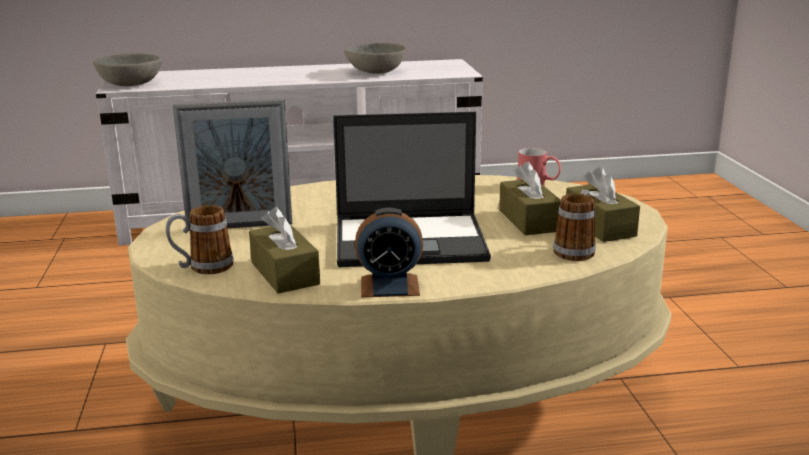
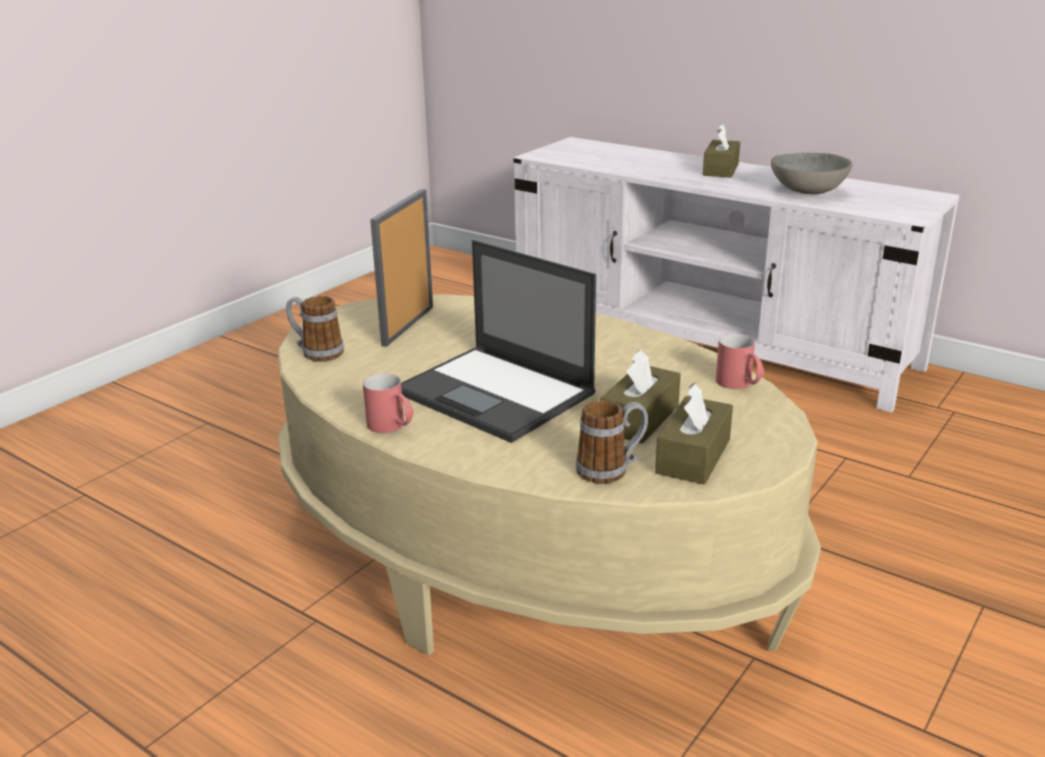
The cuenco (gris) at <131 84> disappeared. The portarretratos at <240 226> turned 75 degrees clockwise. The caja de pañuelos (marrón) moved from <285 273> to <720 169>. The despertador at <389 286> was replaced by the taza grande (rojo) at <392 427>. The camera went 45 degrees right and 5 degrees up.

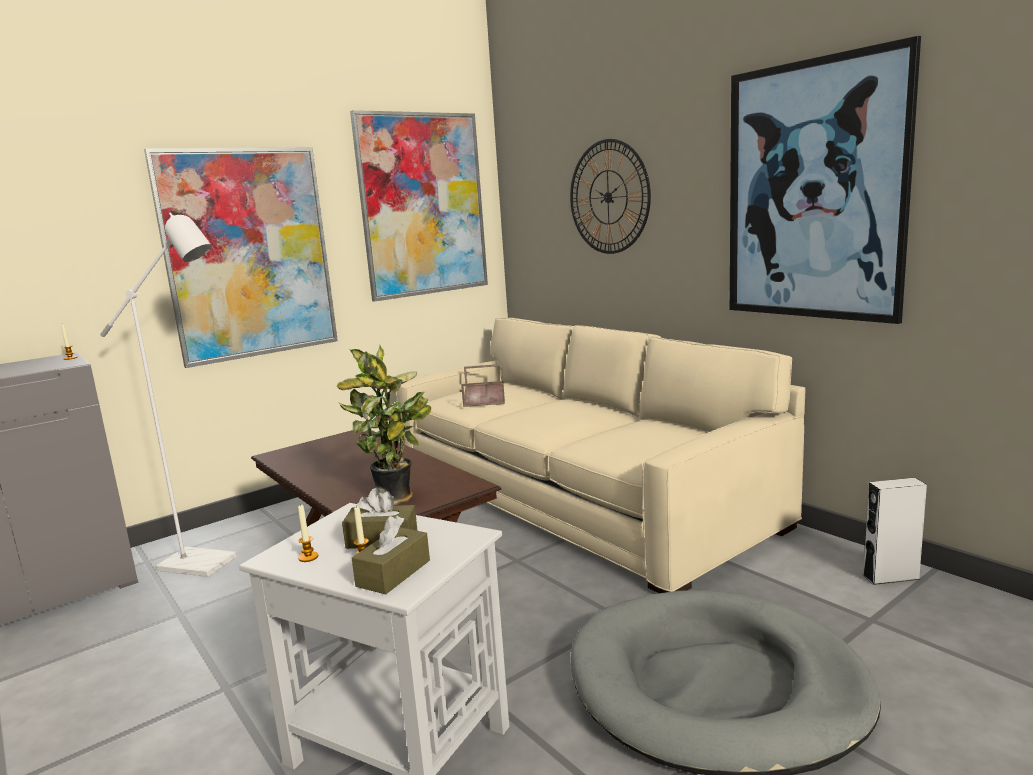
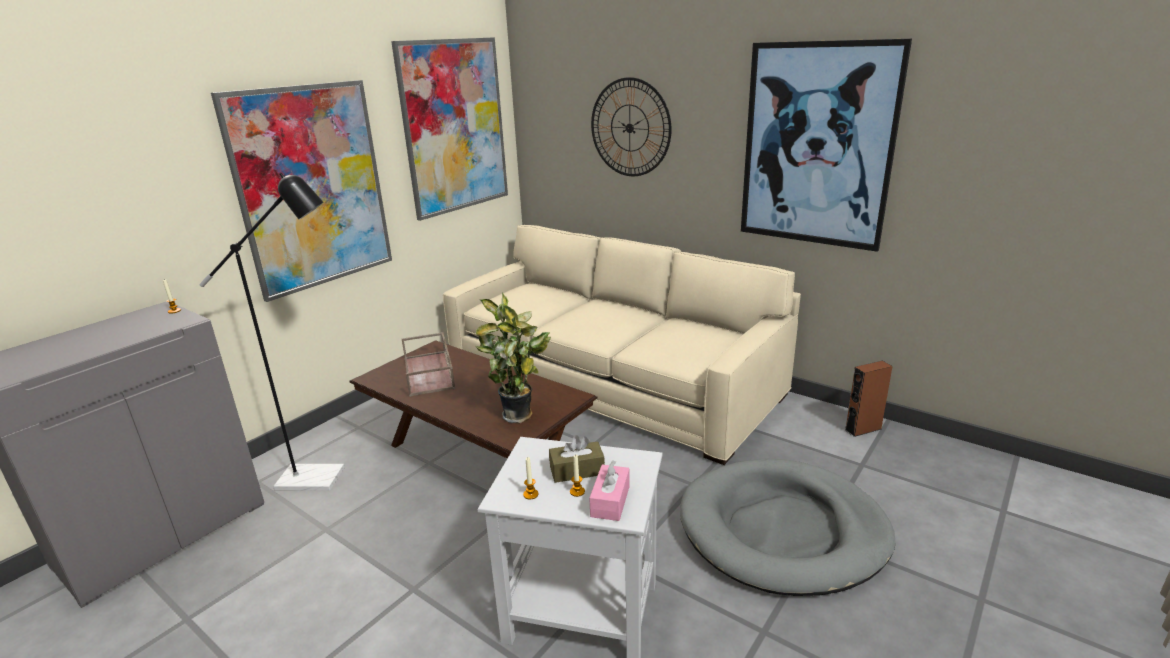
The lámpara de pie (blanco) at <208 564> became the lámpara de pie (negro) at <322 478>. The caja de pañuelos (marrón) at <393 573> became the caja de pañuelos (rosa) at <610 501>. The bandeja (marrón) moved from <485 395> to <430 373>. The altavoz (gris) at <891 577> became the altavoz (marrón) at <863 429>. The camera went 15 degrees left and 10 degrees up.

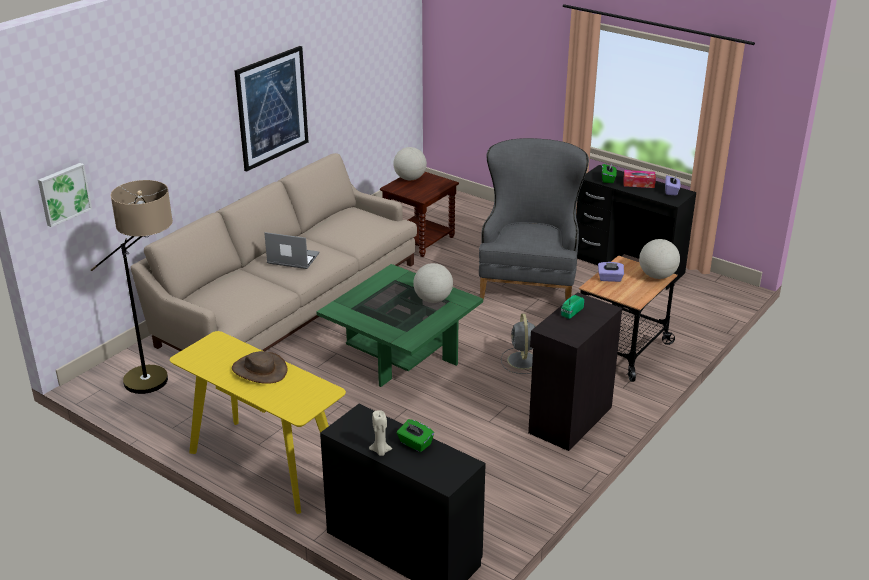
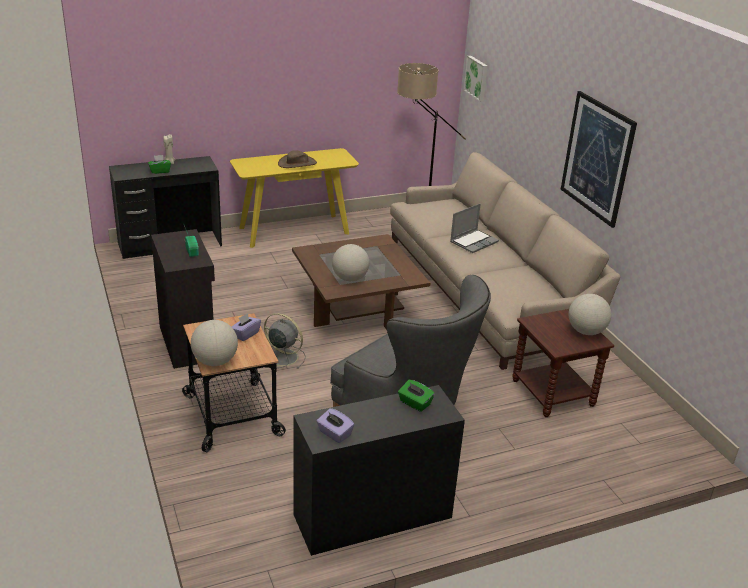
The mesa de centro (verde) at <401 353> became the mesa de centro (marrón) at <357 310>. The caja de pañuelos at <638 183> disappeared. The camera went 120 degrees right and 0 degrees up.

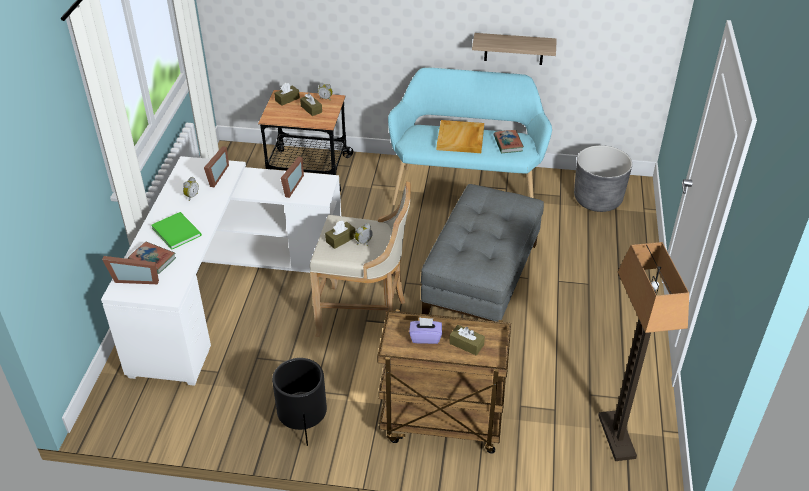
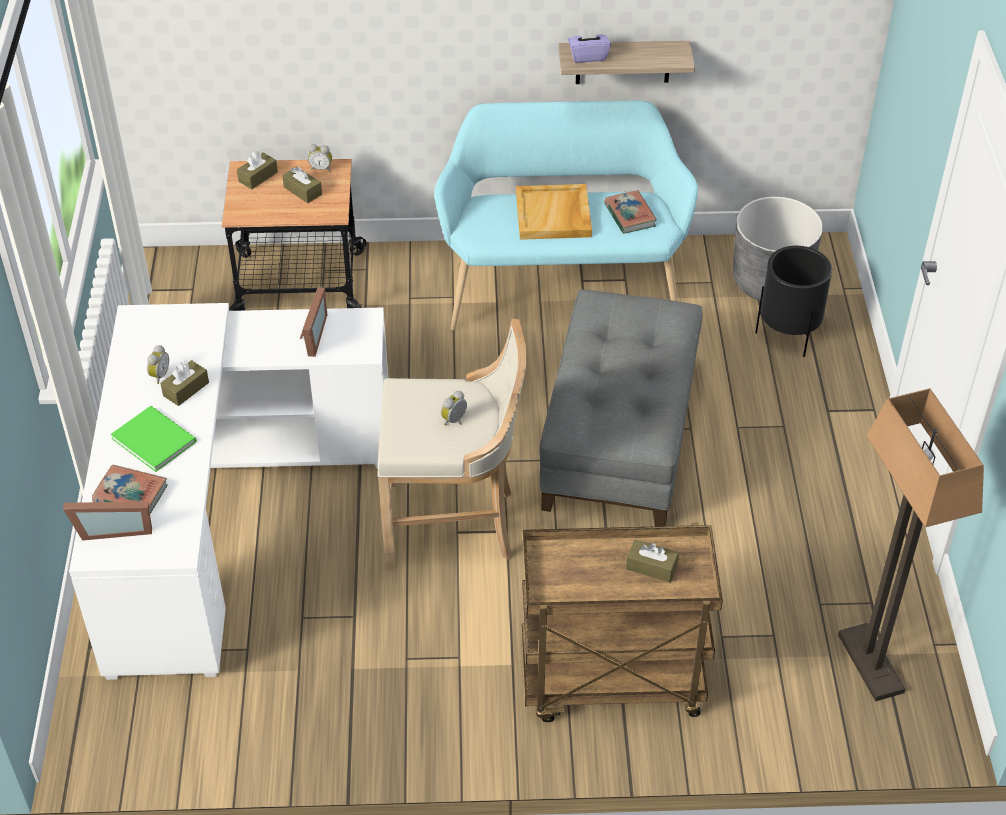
The portarretratos at <215 176> disappeared. The maceta (negro) moved from <303 424> to <788 335>. The caja de pañuelos (marrón) moved from <340 239> to <186 389>. The caja de pañuelos (morado) moved from <425 337> to <588 56>. The camera went 10 degrees left and 5 degrees up.

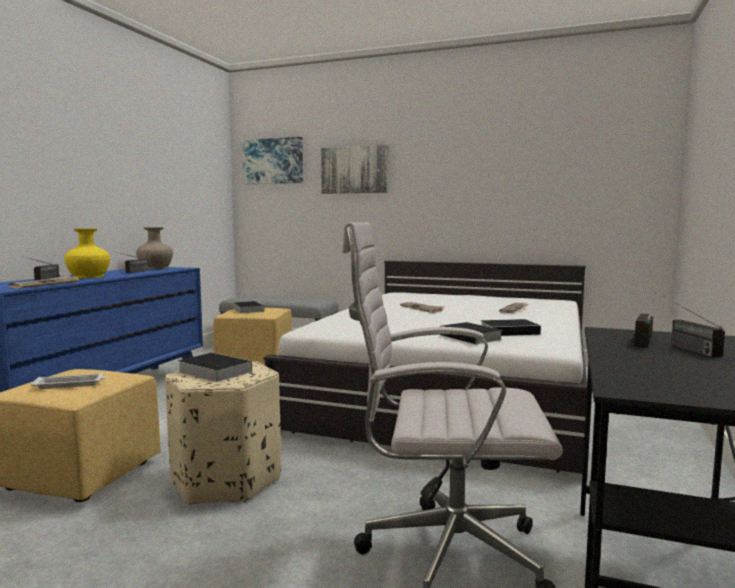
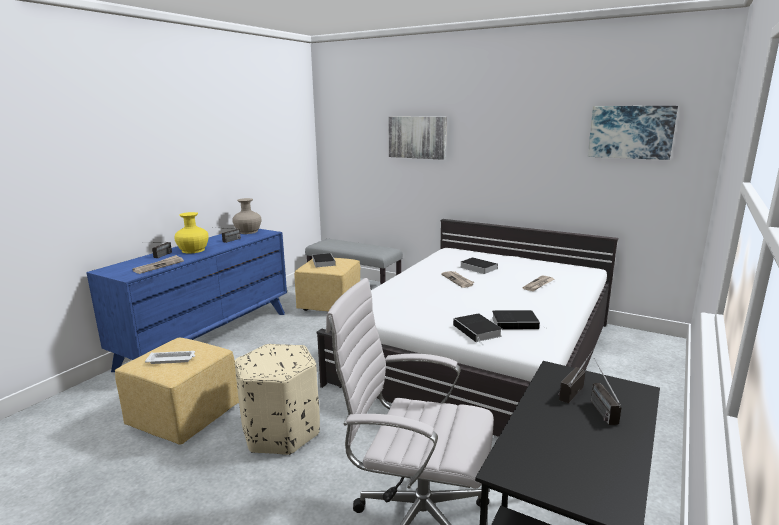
The libro moved from <212 371> to <477 268>. The cuadro moved from <273 161> to <631 132>. The camera went 10 degrees right and 10 degrees up.

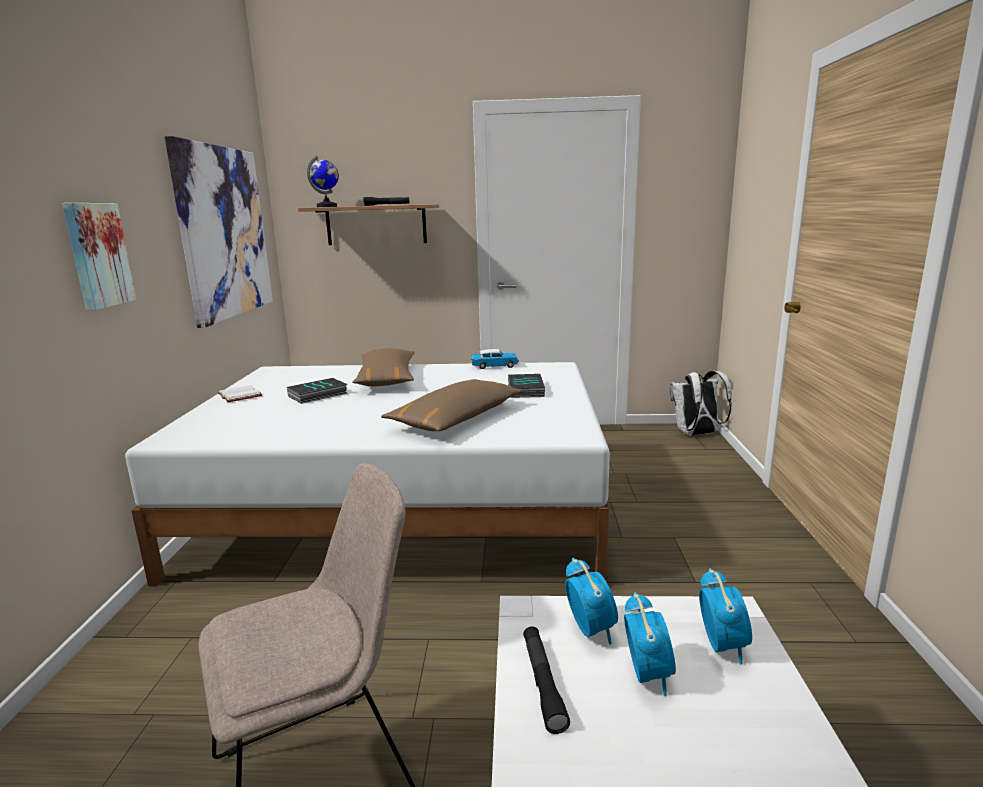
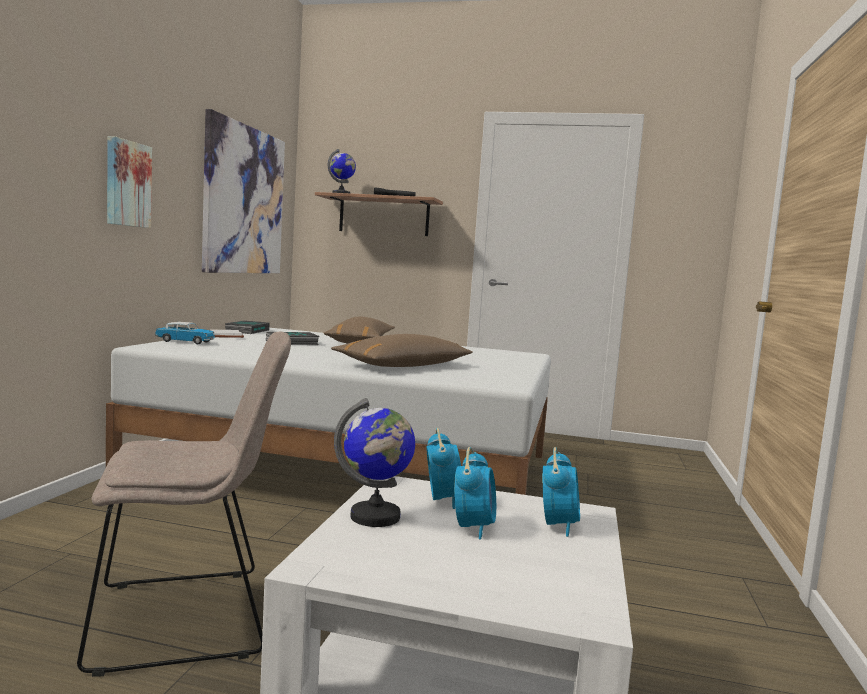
The coche de juguete moved from <495 366> to <185 342>. The libro moved from <524 390> to <246 331>. The linterna (negro) at <543 683> was replaced by the globo terráqueo at <375 517>. The mochila (blanco) at <696 434> disappeared. The camera went 10 degrees right and 10 degrees down.

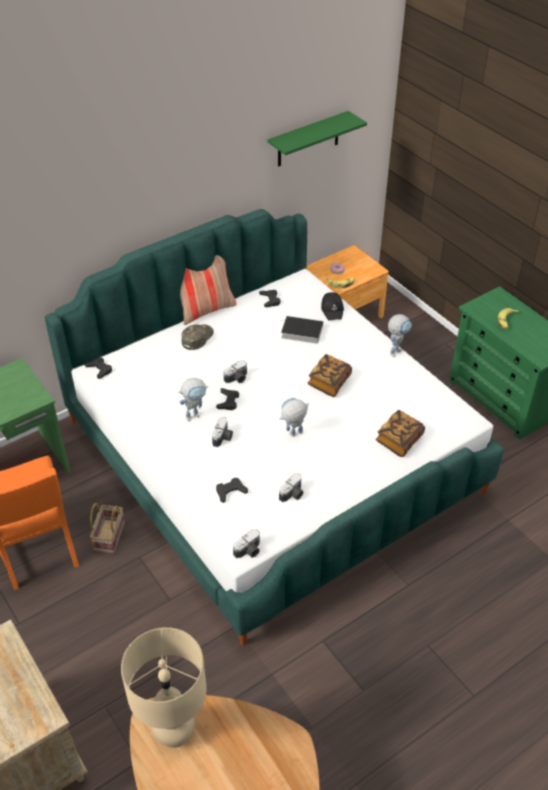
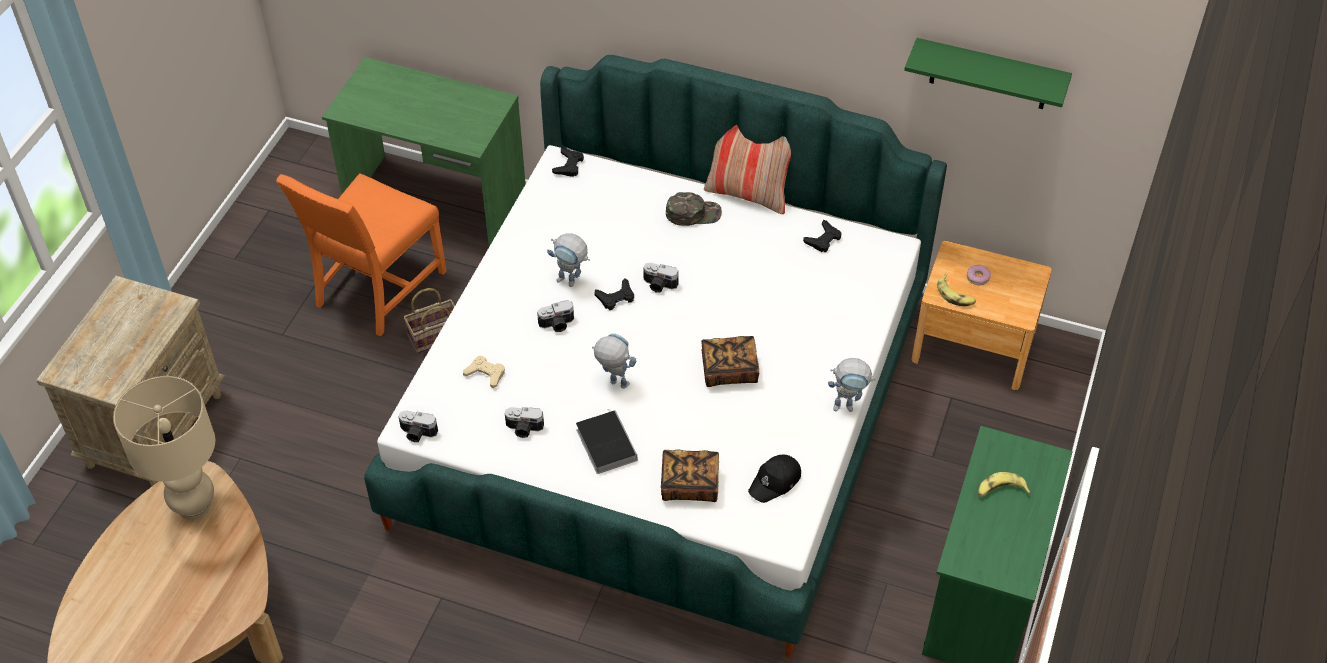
The mando de consola (negro) at <230 491> became the mando de consola (beis) at <485 374>. The libro moved from <300 332> to <605 443>. The gorra (negro) moved from <332 309> to <775 482>. The camera went 55 degrees right and 5 degrees up.

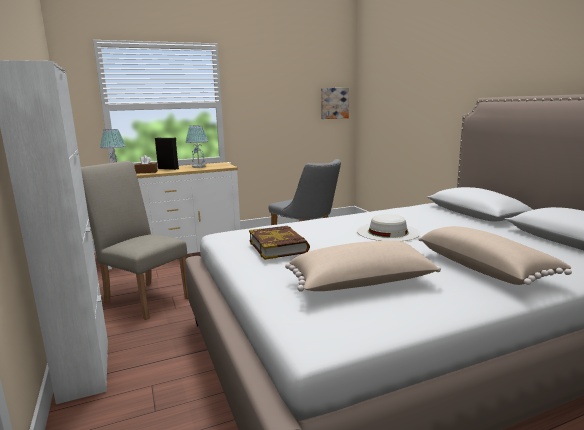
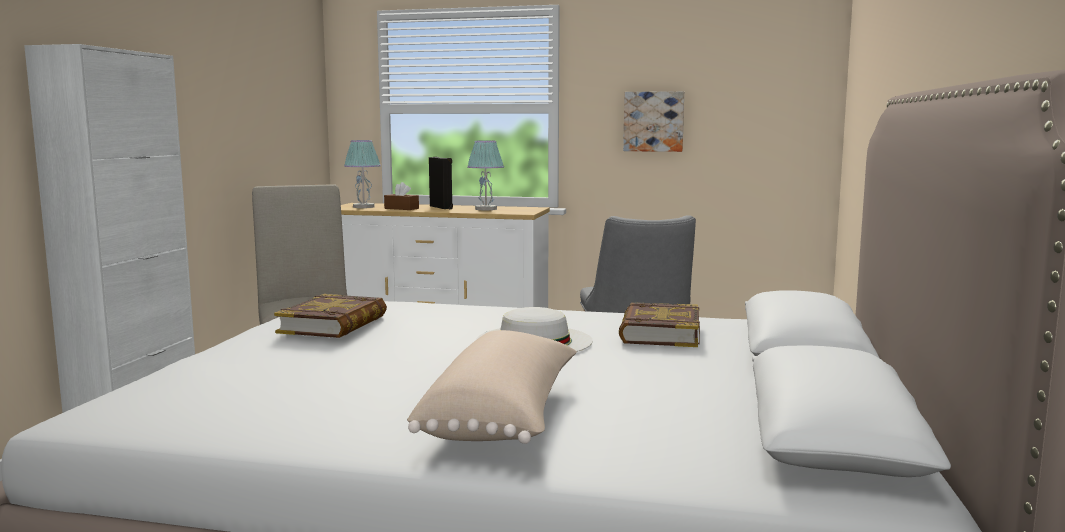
The cojín (beis) at <362 285> disappeared. The cuadro moved from <334 103> to <653 121>. The libro at <659 333> appeared. The camera went 35 degrees right and 5 degrees down.

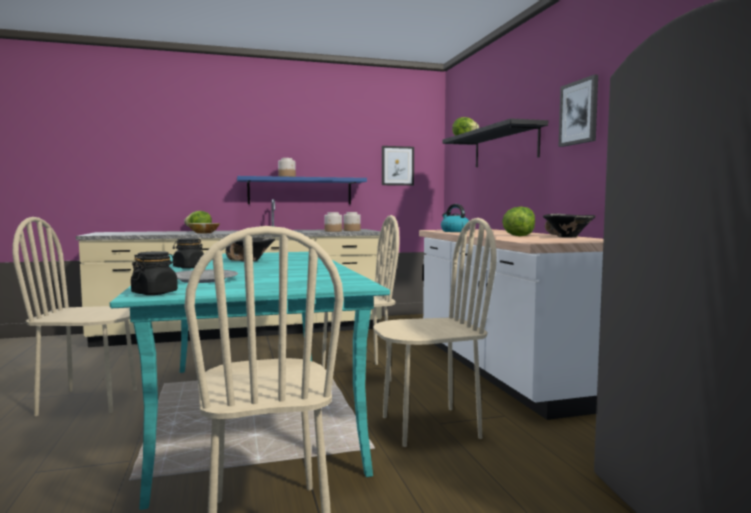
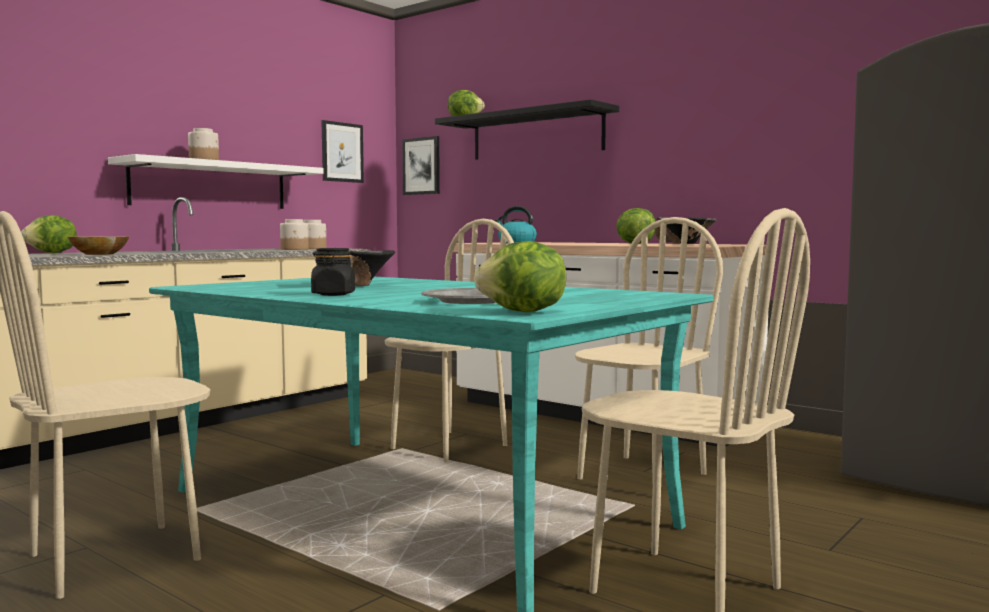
The tarro (negro) at <155 293> was replaced by the lechuga at <523 312>. The estante (azul) at <300 191> became the estante (blanco) at <210 185>. The cuadro moved from <579 112> to <422 166>. The camera went 35 degrees left and 0 degrees up.

